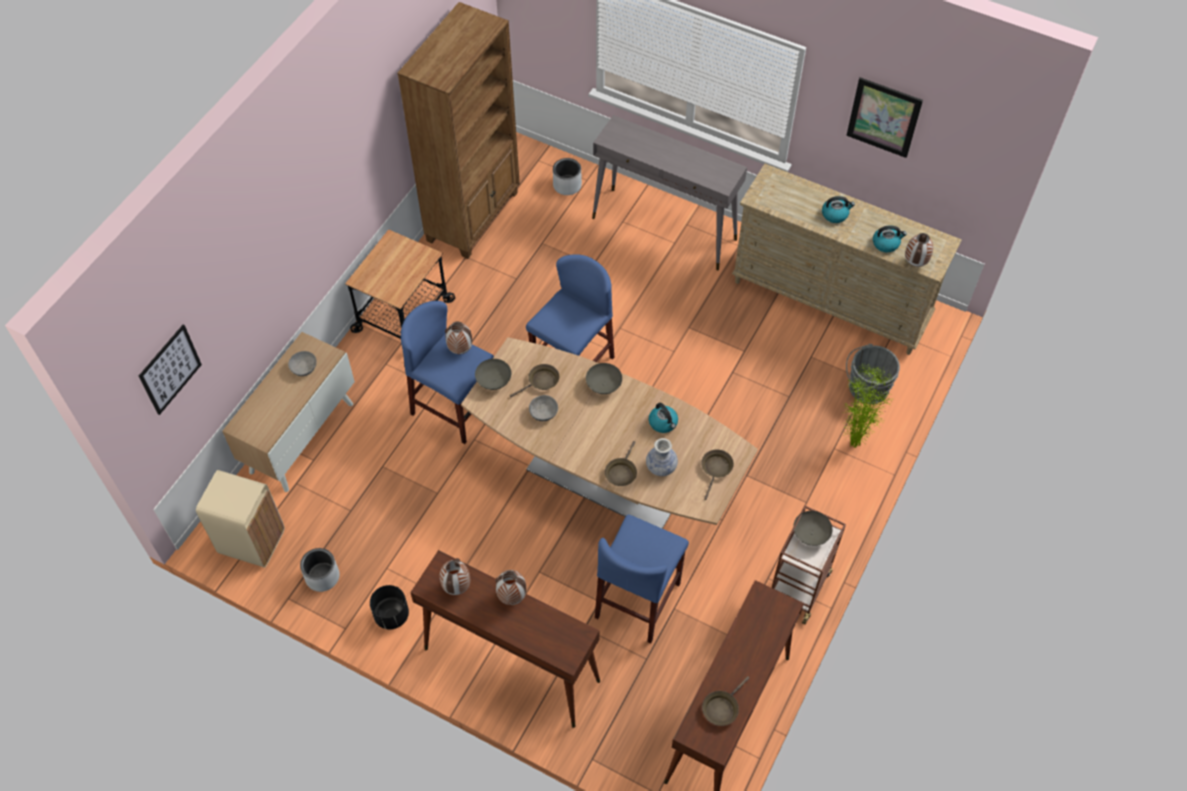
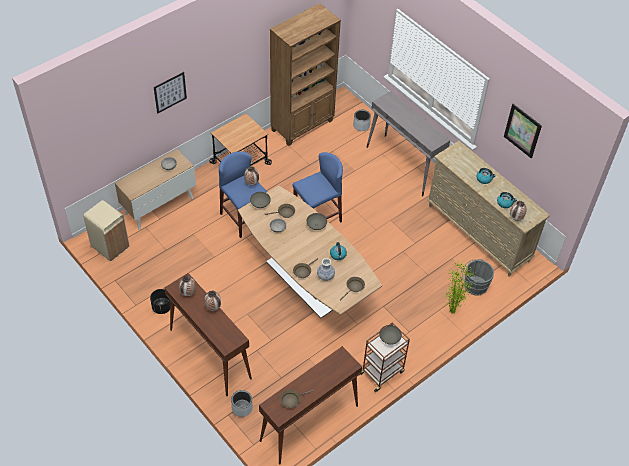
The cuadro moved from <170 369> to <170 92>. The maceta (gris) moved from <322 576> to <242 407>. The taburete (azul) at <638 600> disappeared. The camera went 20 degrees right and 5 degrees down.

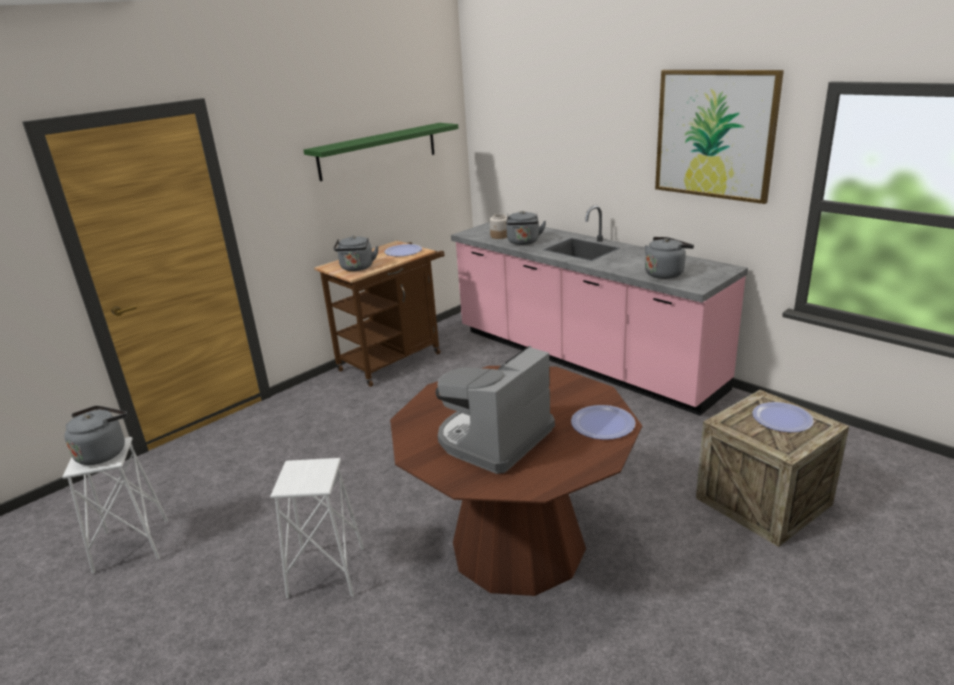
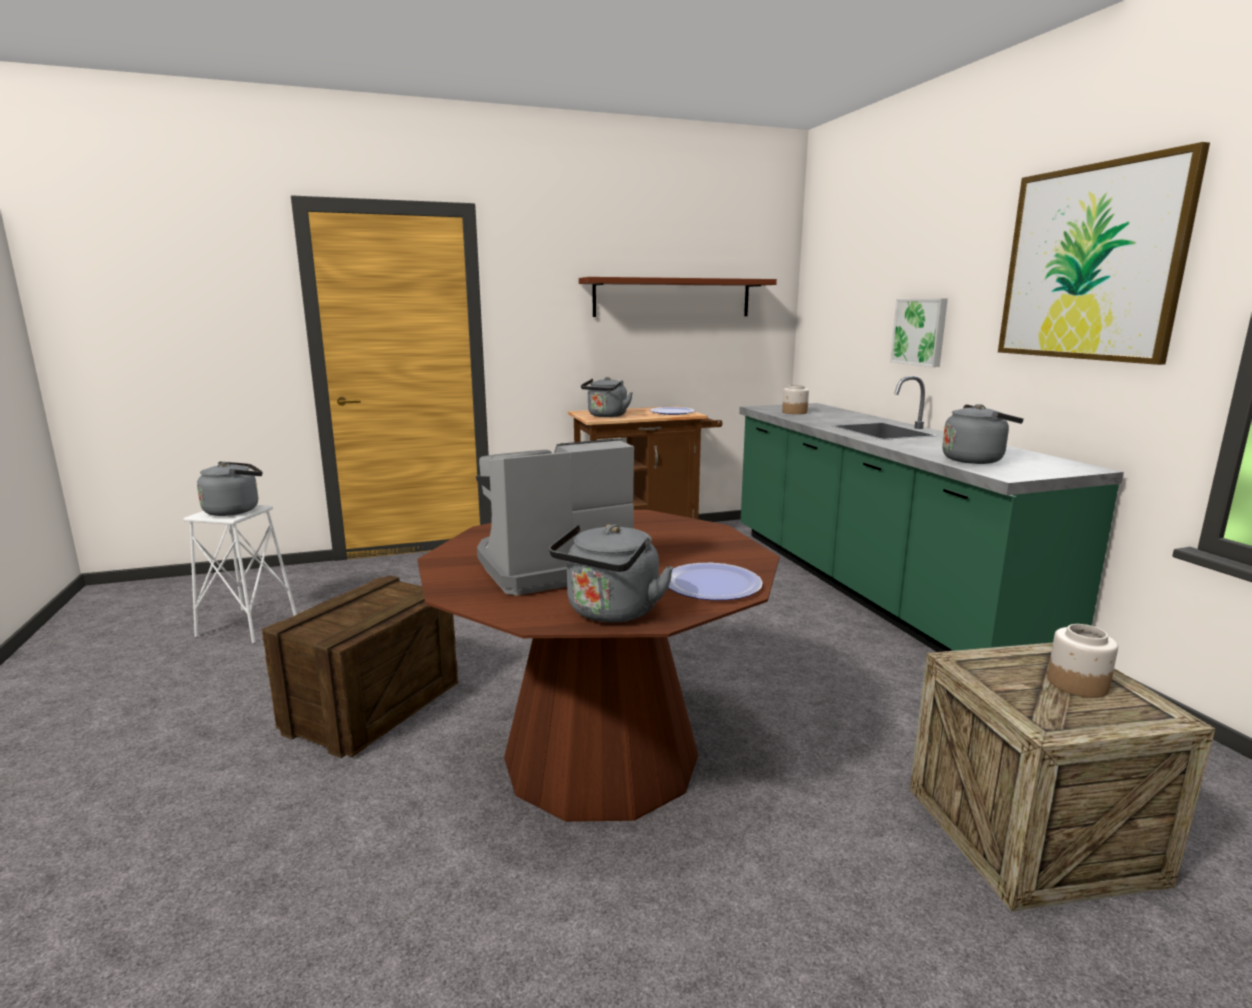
The taburete (blanco) at <326 573> was replaced by the caja de embalaje at <372 707>. The estante (verde) at <378 151> became the estante (marrón) at <672 298>. The mueble bajo de cocina (rosa) at <582 360> became the mueble bajo de cocina (verde) at <869 590>. The hervidor (gris) moved from <523 242> to <610 612>. The plato at <782 418> was replaced by the tarro at <1076 684>. The cuadro at <920 331> appeared. The camera went 25 degrees right and 10 degrees down.

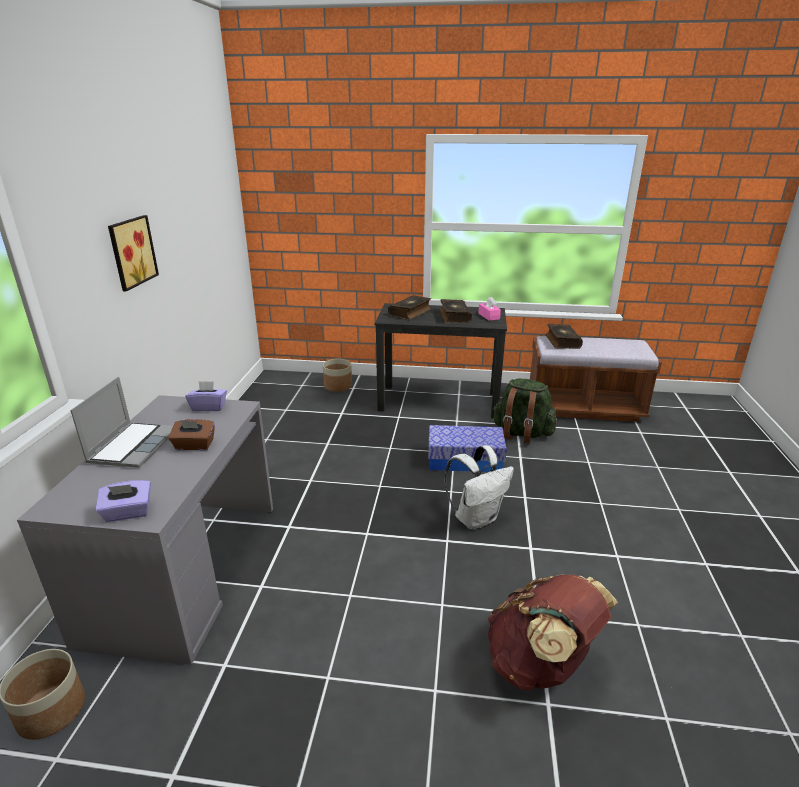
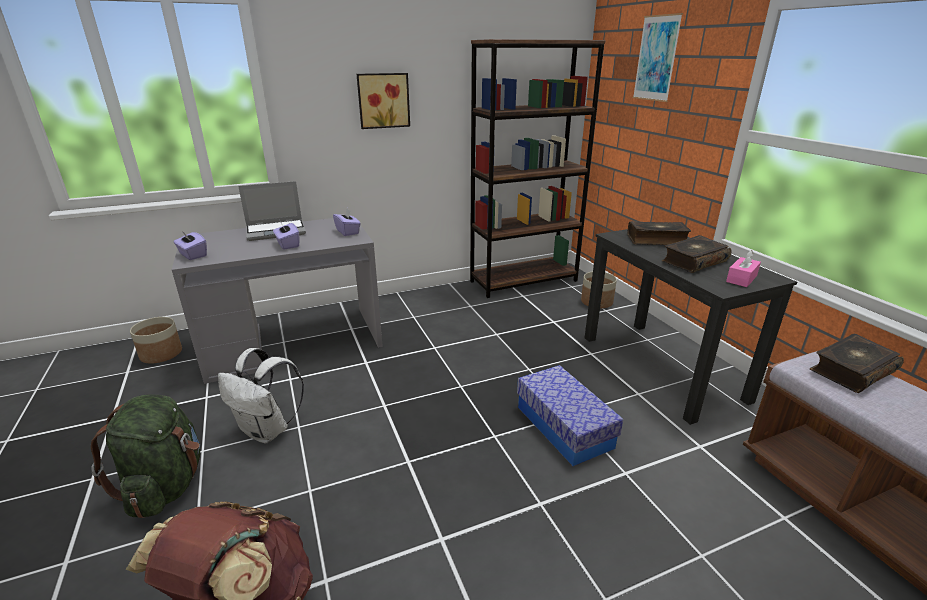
The caja de pañuelos (marrón) at <194 445> became the caja de pañuelos (morado) at <287 245>. The mochila (blanco) moved from <476 518> to <268 430>. The mochila (verde) moved from <522 433> to <166 485>. The estantería (marrón) at <524 281> appeared. The cuadro at <656 58> appeared. The camera went 60 degrees right and 0 degrees up.

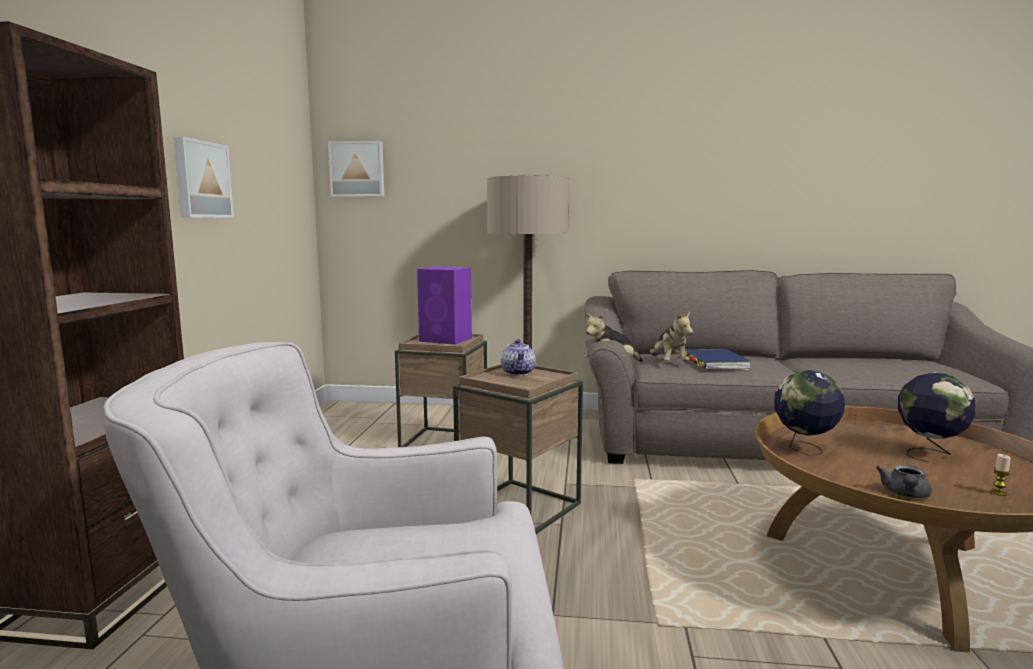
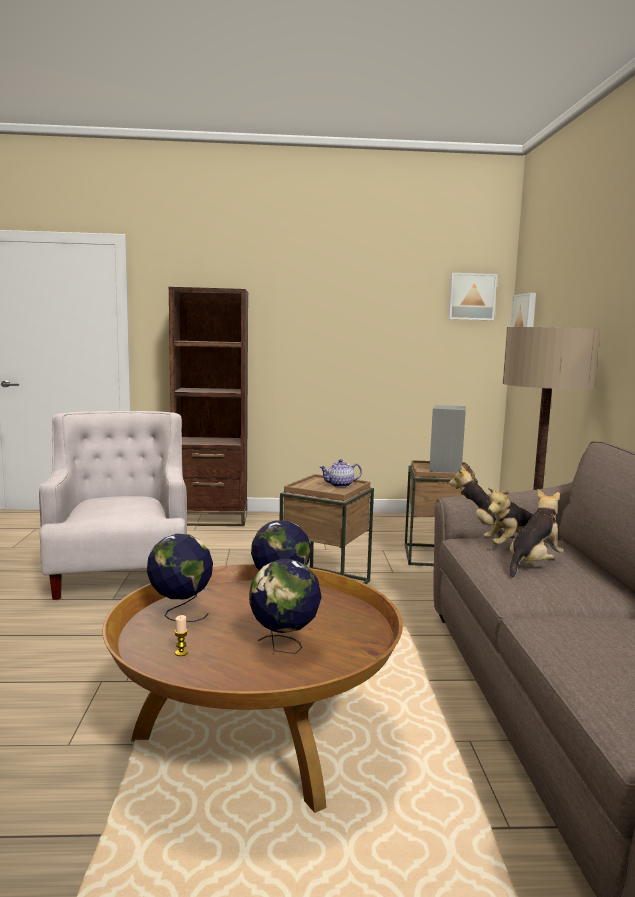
The cuadro moved from <201 180> to <471 296>. The altavoz (morado) at <447 340> became the altavoz (gris) at <445 469>. The libro (azul) at <715 363> was replaced by the peluche at <533 564>. The tetera (gris) at <905 495> was replaced by the globo terráqueo at <180 613>. The camera went 80 degrees right and 0 degrees up.

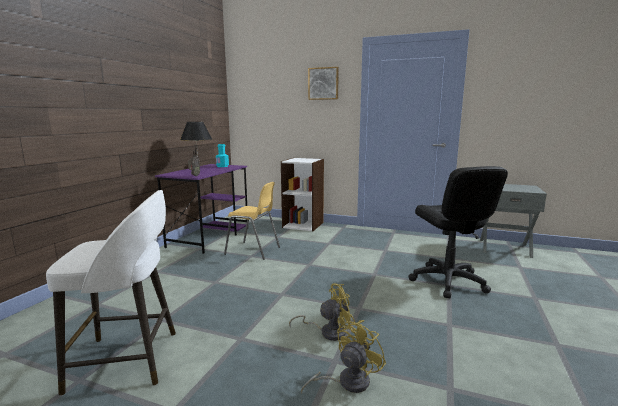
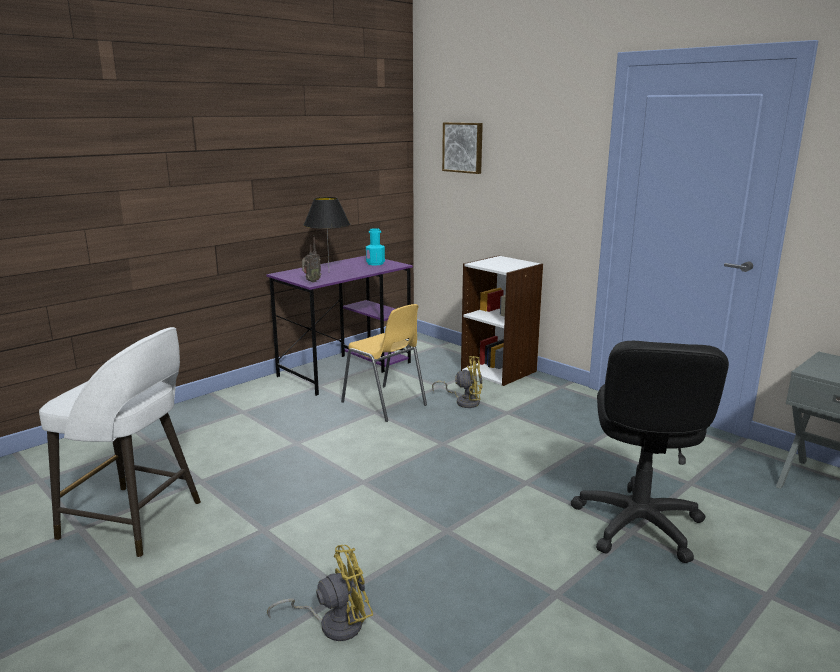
The ventilador (amarillo) moved from <328 332> to <464 401>. The cuadro moved from <323 83> to <463 147>. The camera went 25 degrees right and 5 degrees up.

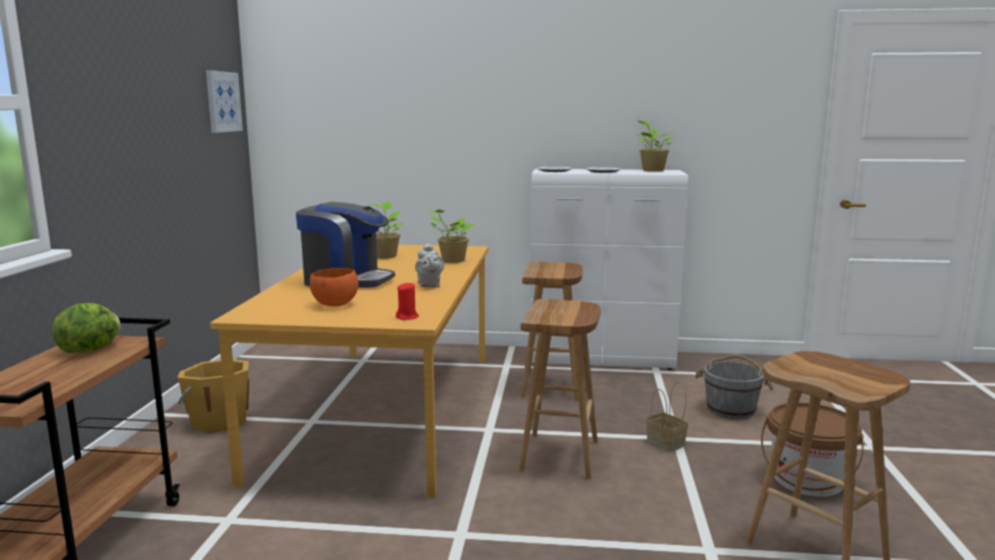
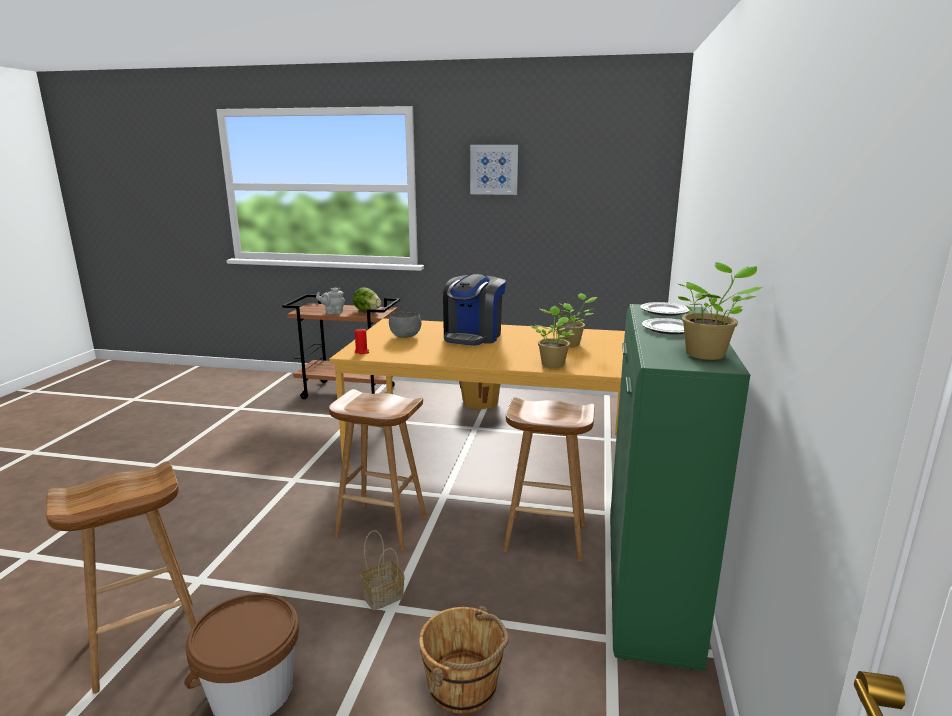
The cuadro moved from <223 101> to <494 169>. The cuenco (naranja) at <334 305> became the cuenco (gris) at <404 336>. The tetera (gris) moved from <429 285> to <333 313>. The armario (blanco) at <602 360> became the armario (verde) at <649 591>. The cubo (gris) at <731 409> became the cubo (marrón) at <464 685>. The camera went 95 degrees right and 5 degrees up.

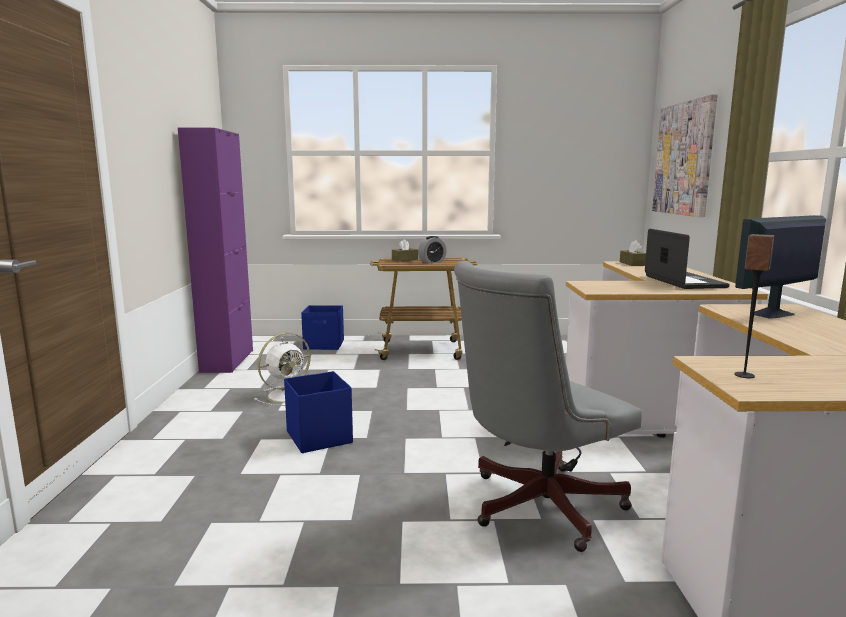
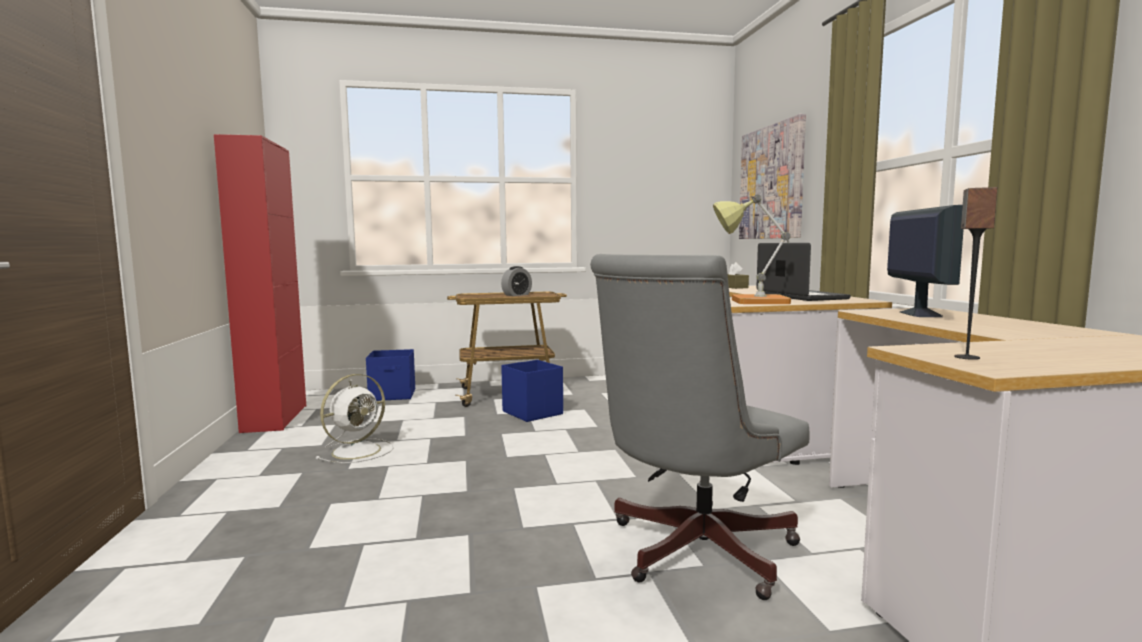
The armario (morado) at <227 361> became the armario (rojo) at <275 418>. The caja de almacenaje (azul) moved from <319 437> to <532 412>. The caja de pañuelos (marrón) at <405 259> disappeared. The monitor at <772 314> turned 135 degrees clockwise. The lámpara de mesa at <751 301> appeared. The camera went 10 degrees left and 5 degrees down.

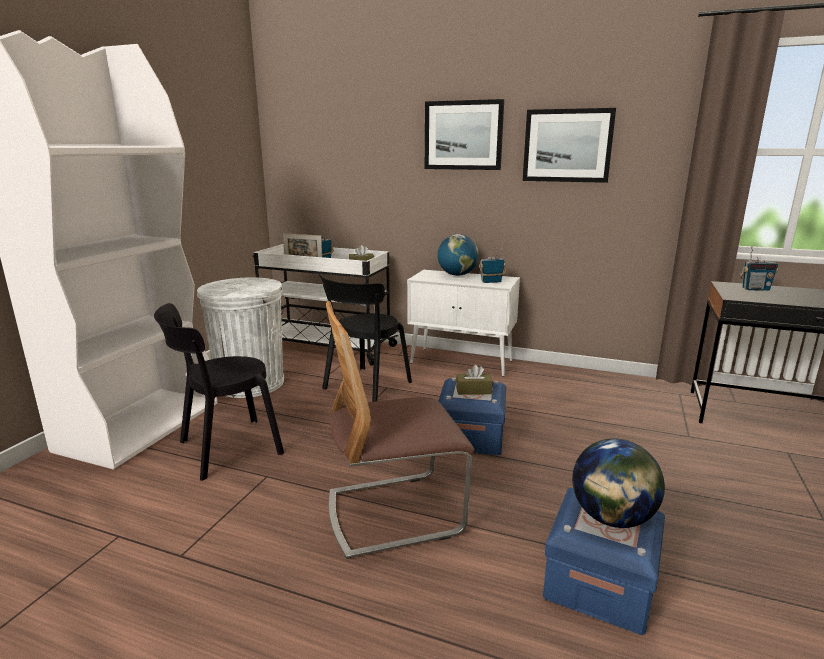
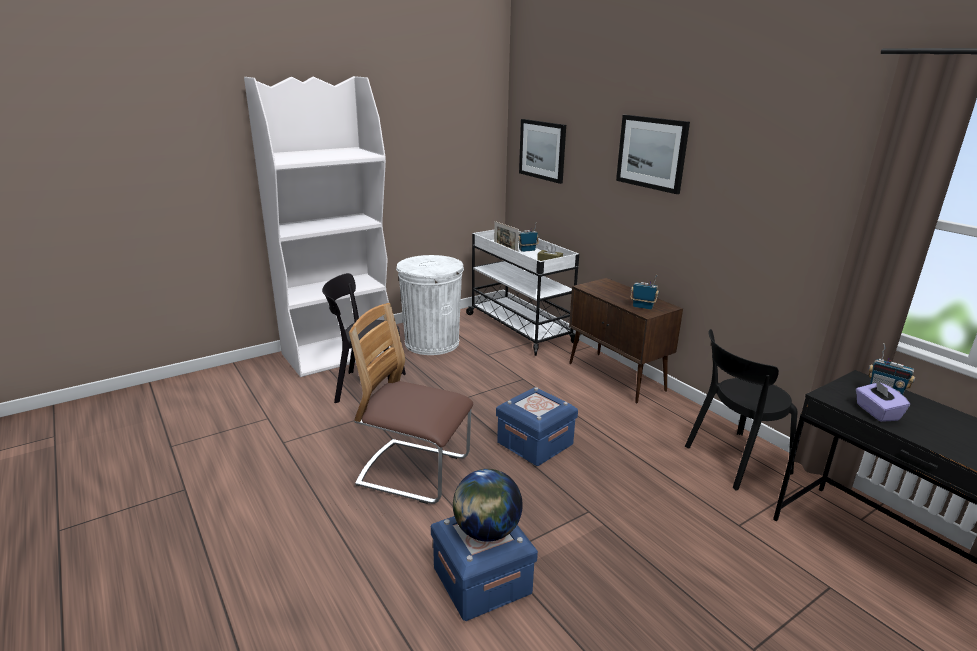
The silla (negro) moved from <365 387> to <733 460>. The armario (blanco) at <462 362> became the armario (marrón) at <617 377>. The globo terráqueo at <457 275> disappeared. The caja de pañuelos (marrón) at <473 390> disappeared. The cuadro moved from <567 146> to <542 150>. The caja de pañuelos (morado) at <876 412> appeared. The camera went 35 degrees right and 5 degrees up.

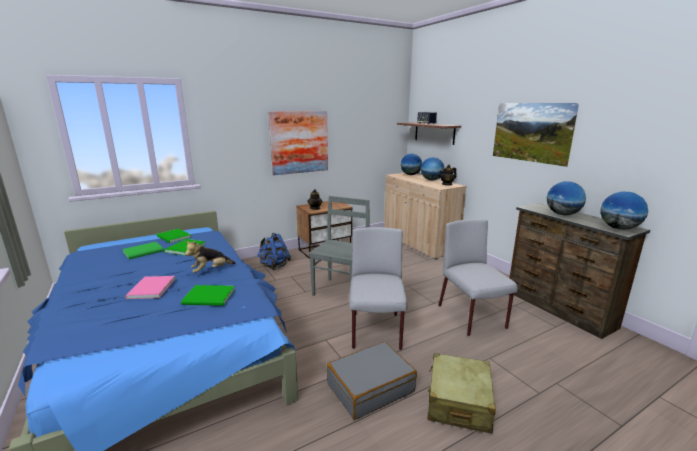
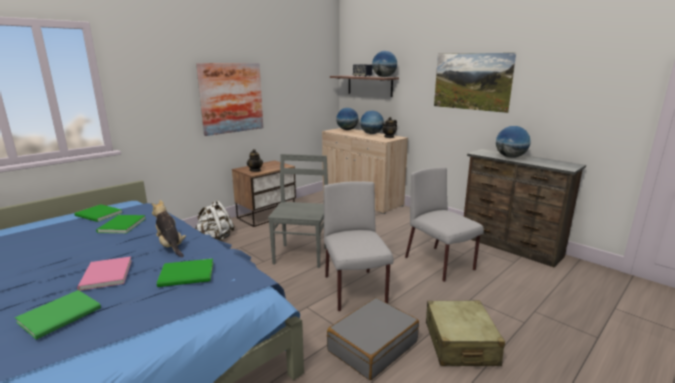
The libro (verde) moved from <144 251> to <62 315>. The peluche at <211 270> turned 105 degrees clockwise. The mochila (azul) at <274 266> became the mochila (blanco) at <216 238>. The globo terráqueo moved from <619 228> to <384 77>. The camera went 15 degrees left and 0 degrees up.

